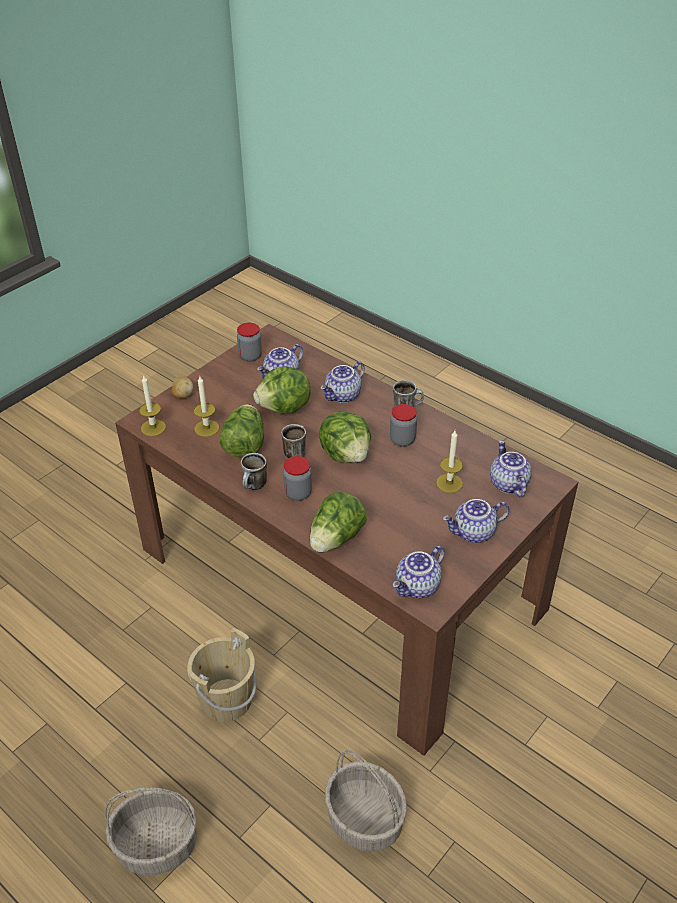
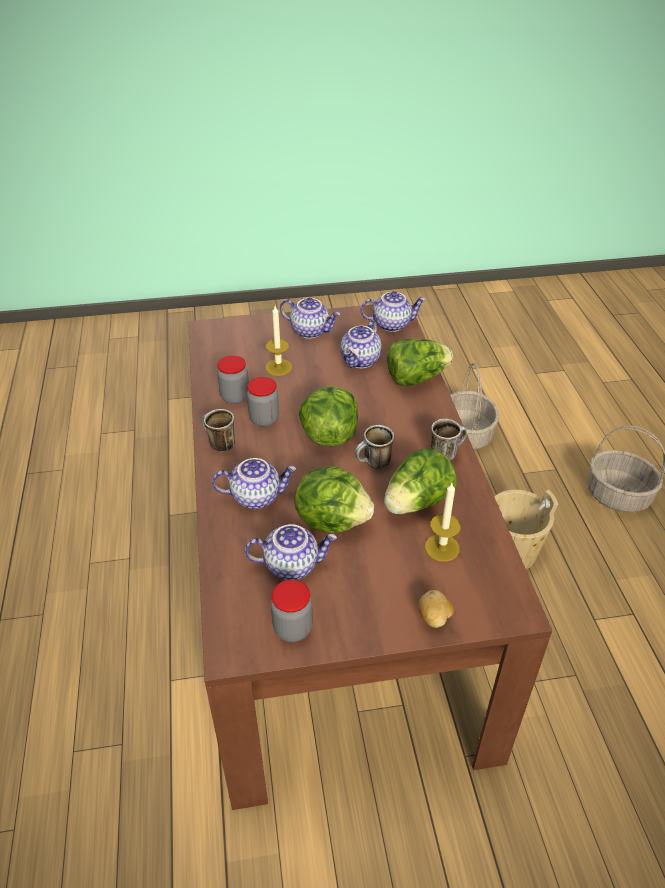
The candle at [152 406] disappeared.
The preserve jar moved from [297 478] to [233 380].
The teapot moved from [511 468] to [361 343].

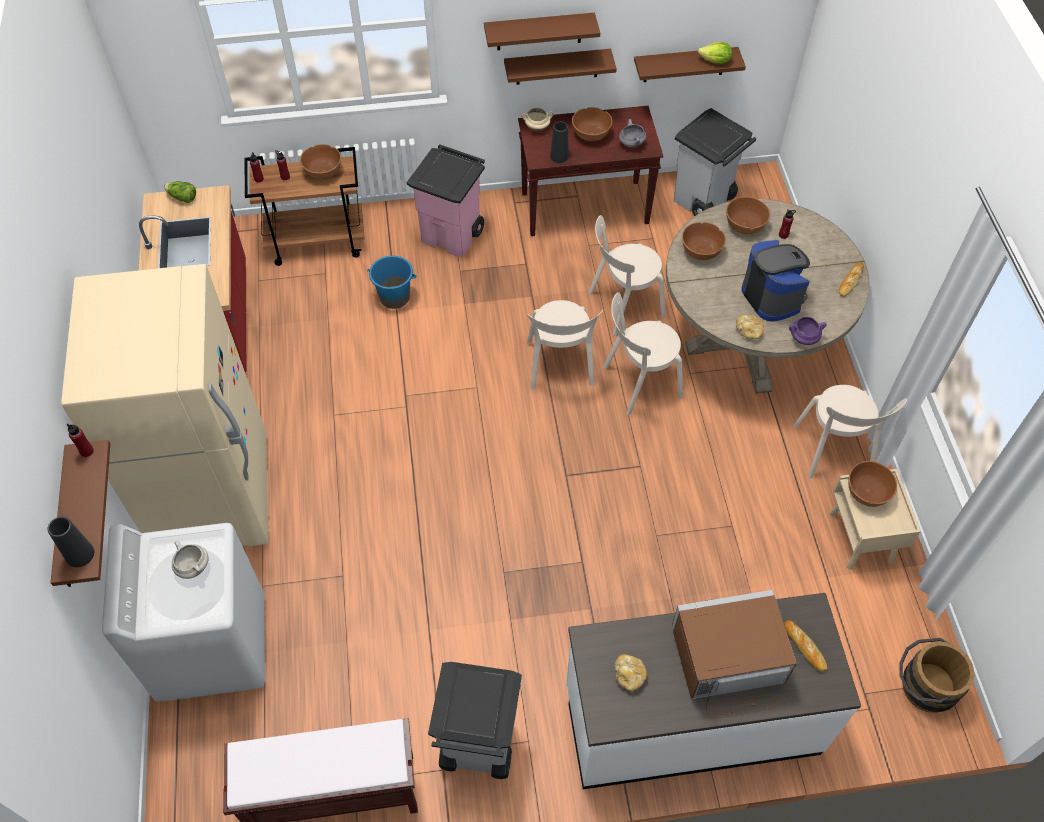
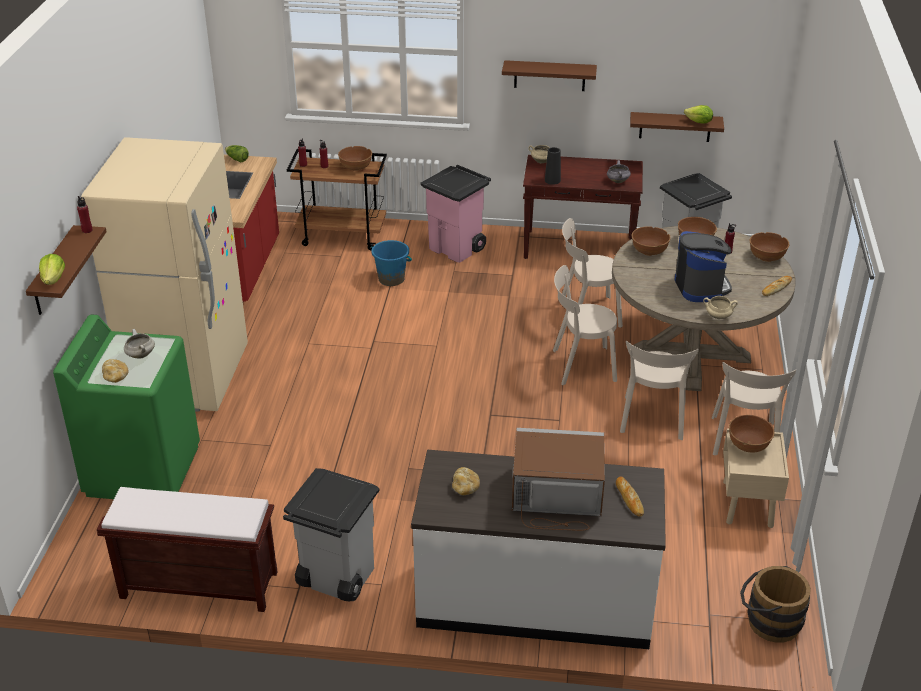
The blackish decorative vase at [71 542] was replaced by the lettuce at [52 269].
The white-coloured washing machine at [183 612] became the green washing machine at [126 407].
The brown-coloured wall shelf at [560 67] disappeared.
The sand-coloured plain chair moved from [565 345] to [659 390].
The brown-coloured bowl moved from [592 124] to [769 247].
The baked bread moved from [750 327] to [115 371].
The purple saucepot at [808 331] became the sand-coloured saucepot at [720 307].

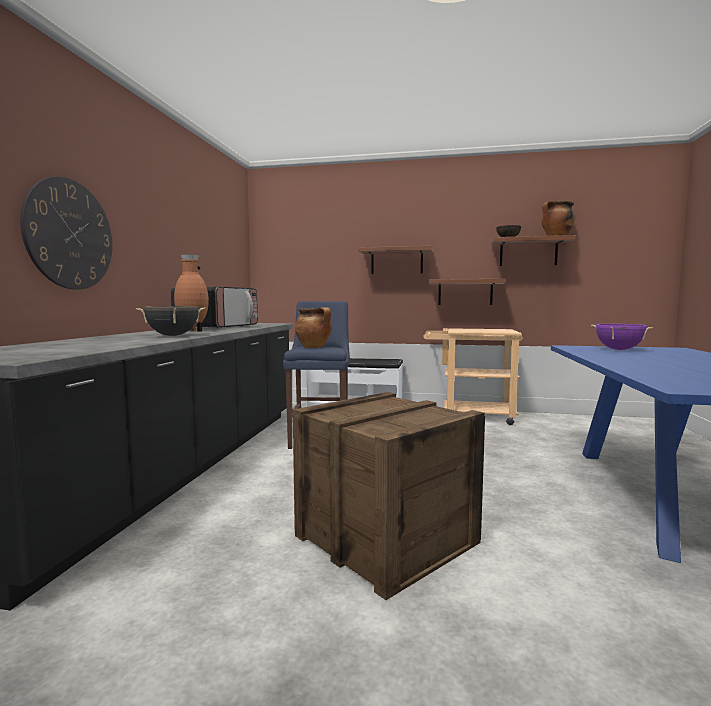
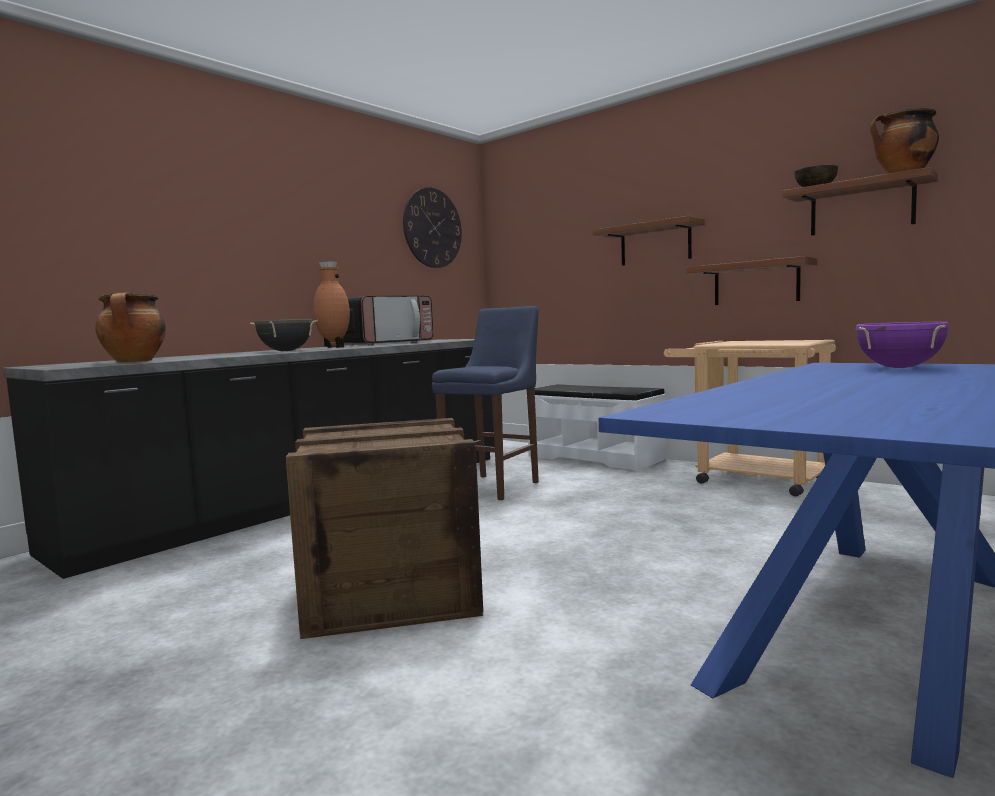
The hanging clock moved from [66 233] to [432 227].
The saucepot moved from [313 327] to [130 327].

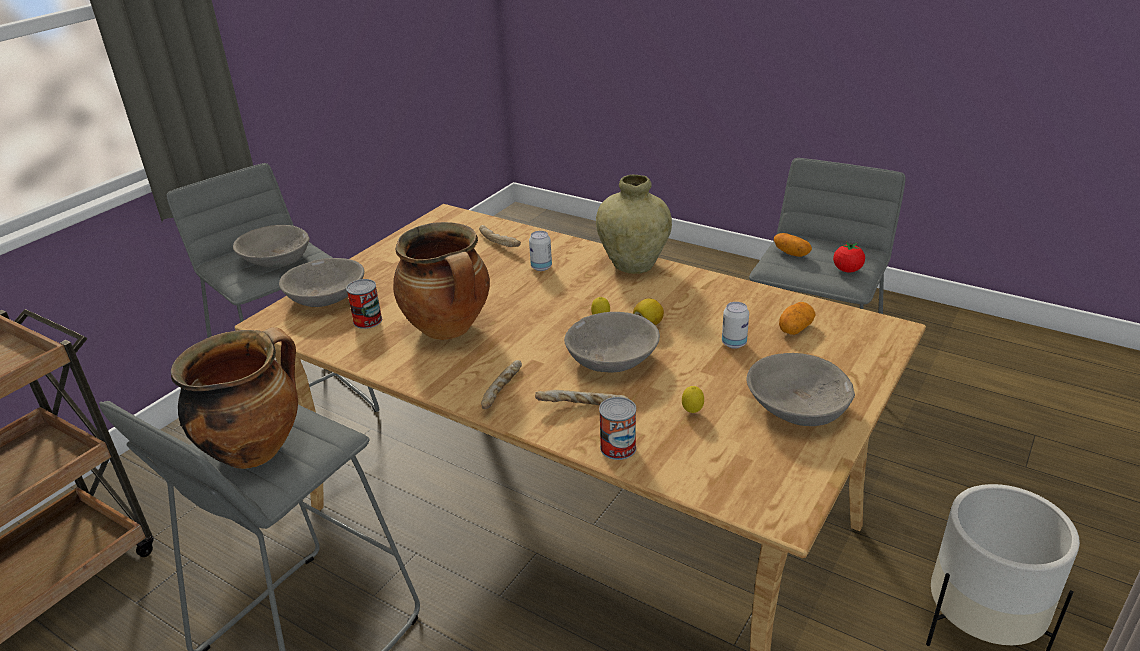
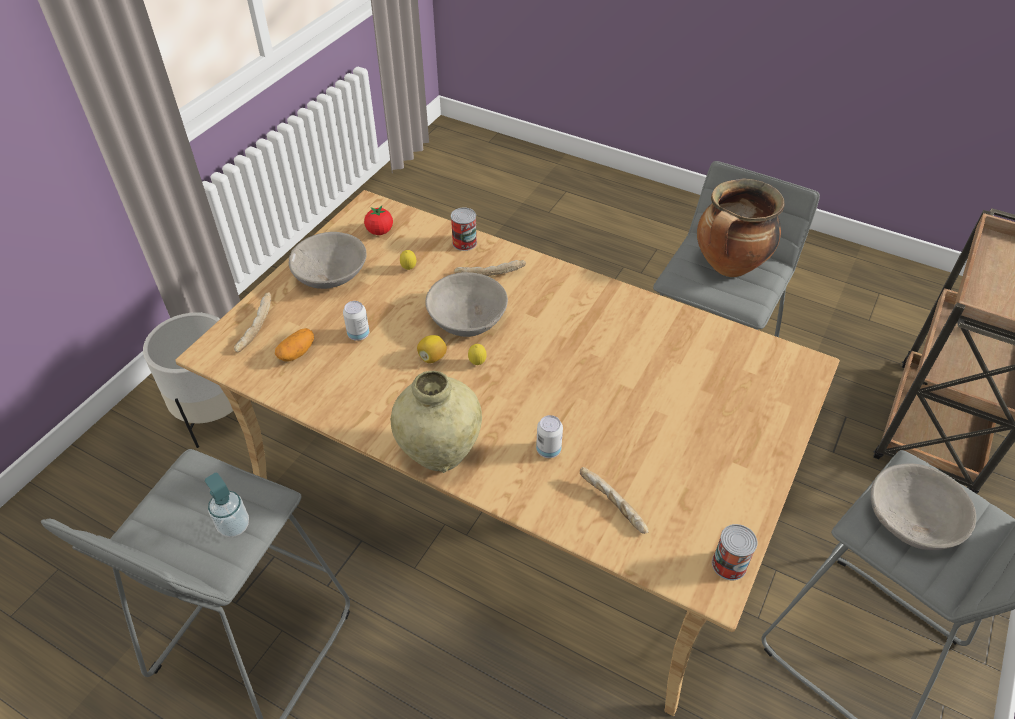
The greyish bowl at [321 282] disappeared.
The sealed can moved from [364 304] to [734 552].
The saucepot at [441 281] disappeared.
The baked bread moved from [501 384] to [252 322].
The potato at [793 245] was replaced by the liquid soap bottle at [227 504].
The whole tomato moved from [849 257] to [378 220].

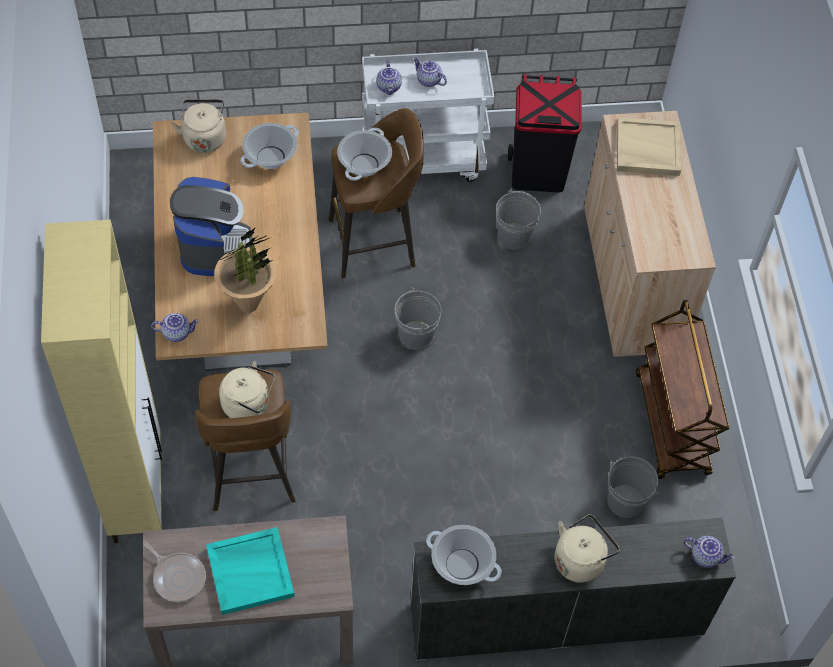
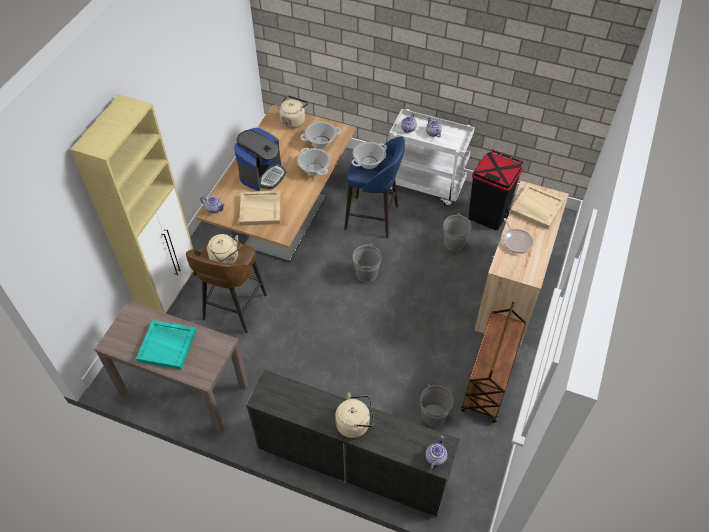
The skillet moved from [174 571] to [518 235].
The houseplant at [245 270] was replaced by the sand-coloured carrying tray at [260 208].
The brown-coloured sitting stool at [376 193] became the blue sitting stool at [374 187].
The saucepot moved from [464 555] to [314 162].
The teapot at [709 552] turned 120 degrees counterclockwise.

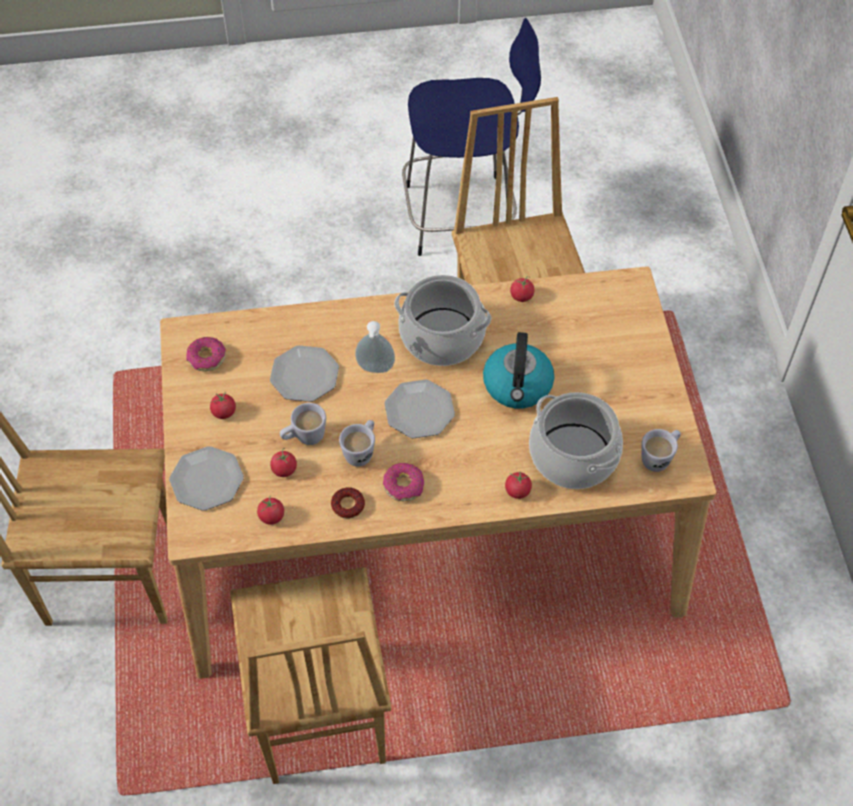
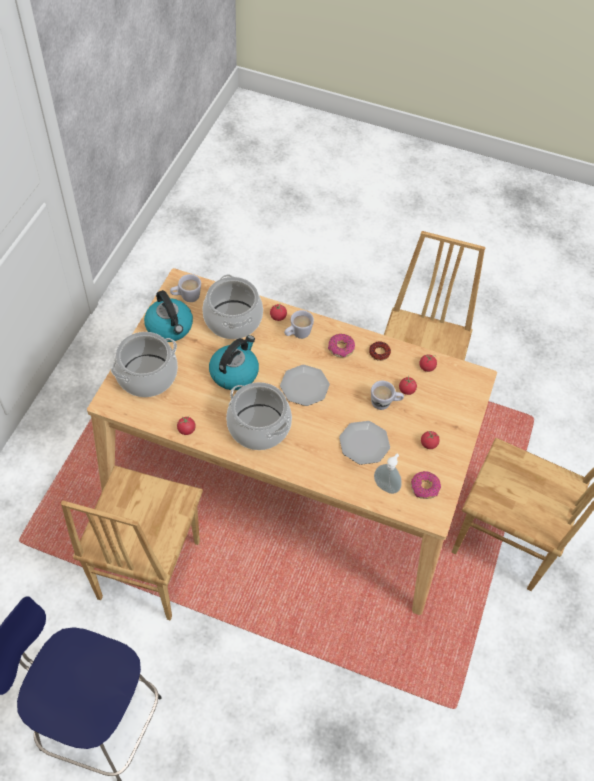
The plate at [206 478] disappeared.
The white-coloured mug moved from [357 443] to [299 324].
The liquid soap bottle moved from [375 347] to [388 474].
The saucepot at [144 364] appeared.
The kettle at [168 316] appeared.

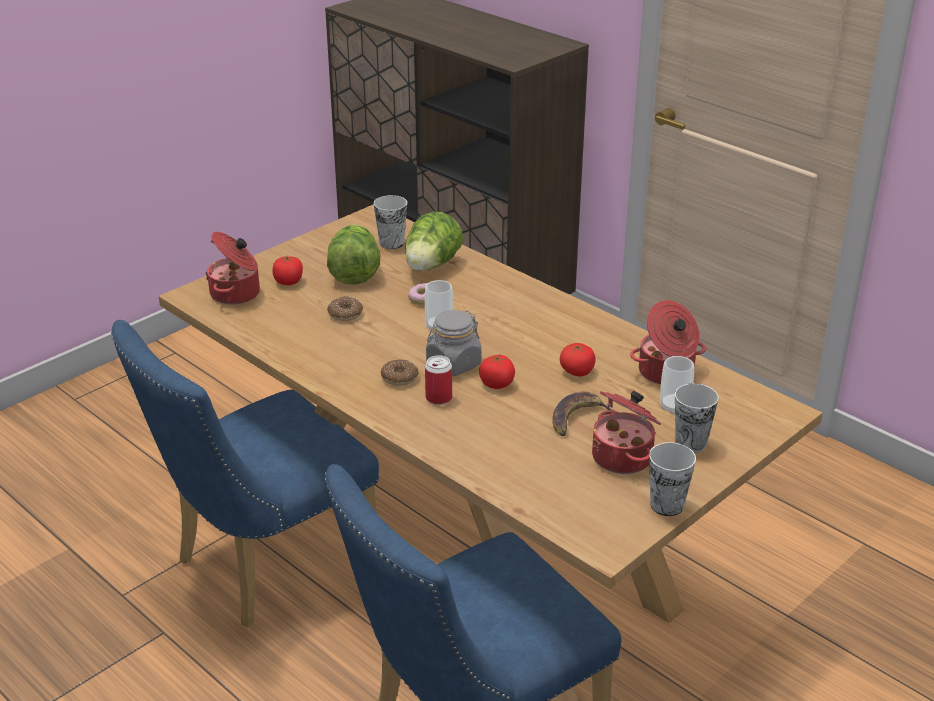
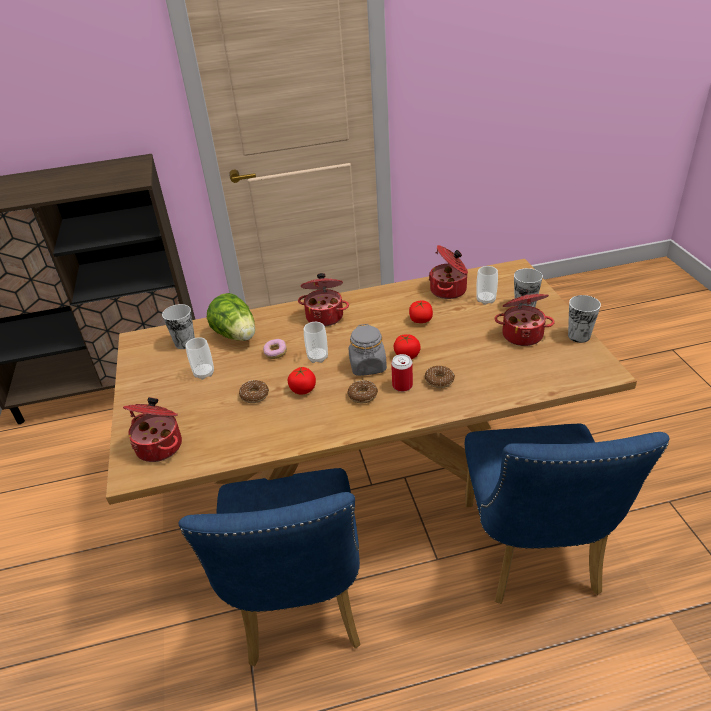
The whole tomato moved from [287 270] to [302 380].
The lettuce at [353 255] was replaced by the small cup at [199 358].
The banana fruit at [583 414] disappeared.
The saucepot at [323 299] appeared.
The donut at [440 377] appeared.

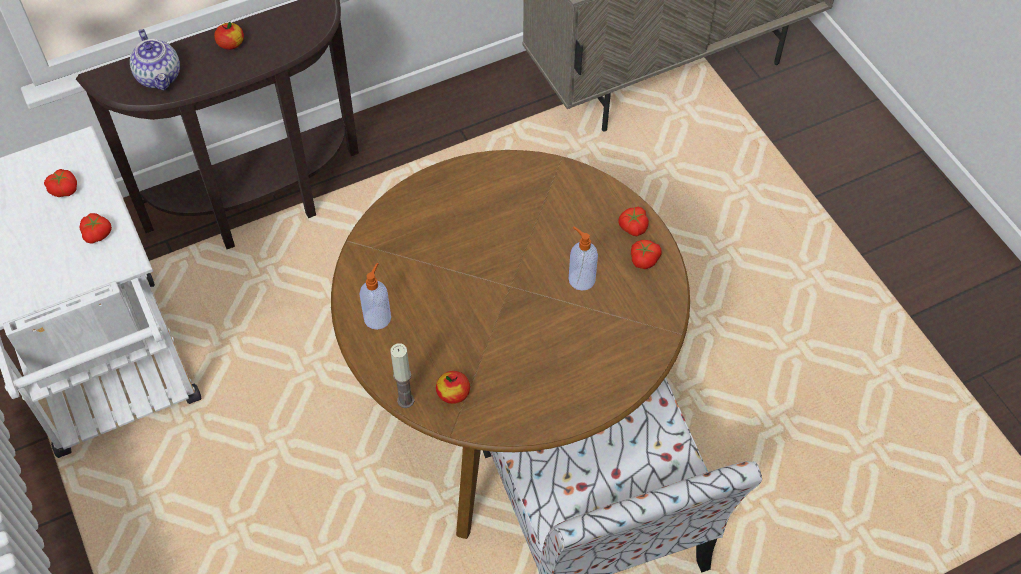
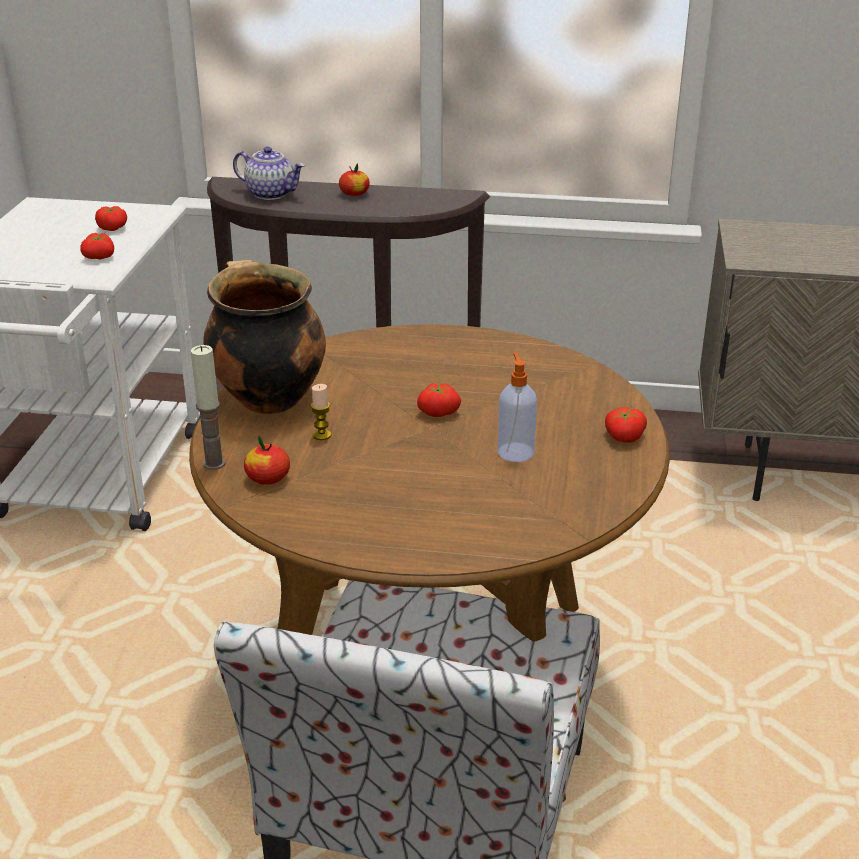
The teapot at [155 59] turned 75 degrees counterclockwise.
The liquid soap bottle at [375 296] was replaced by the saucepot at [264 337].
The whole tomato moved from [646 254] to [439 400].
The candle at [321 412] appeared.

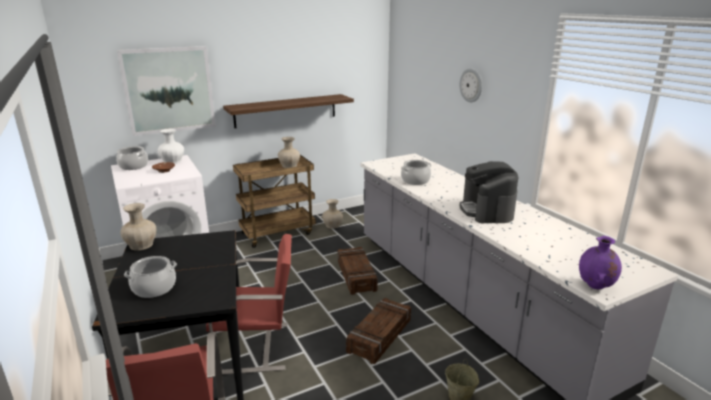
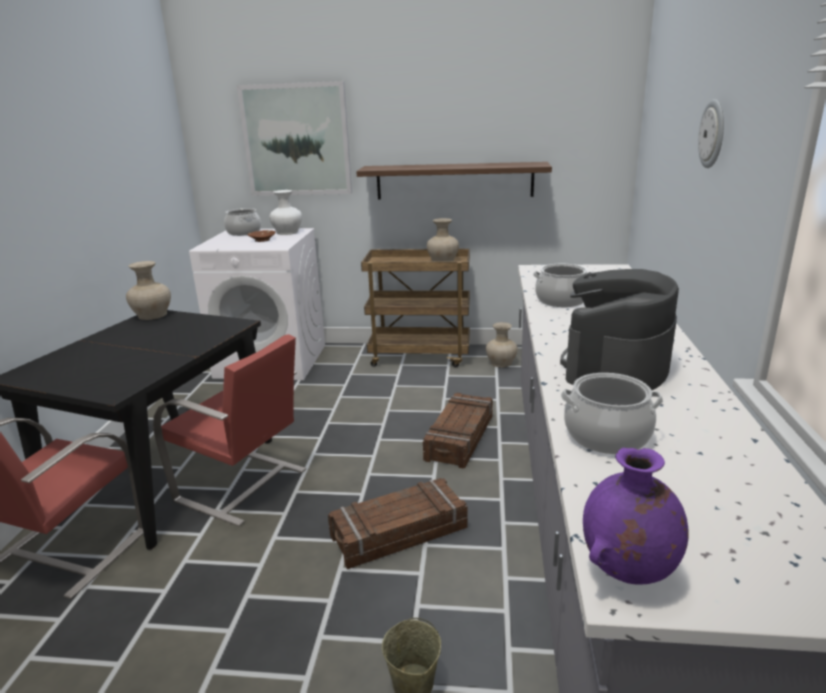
The saucepot moved from [150 277] to [612 413].

